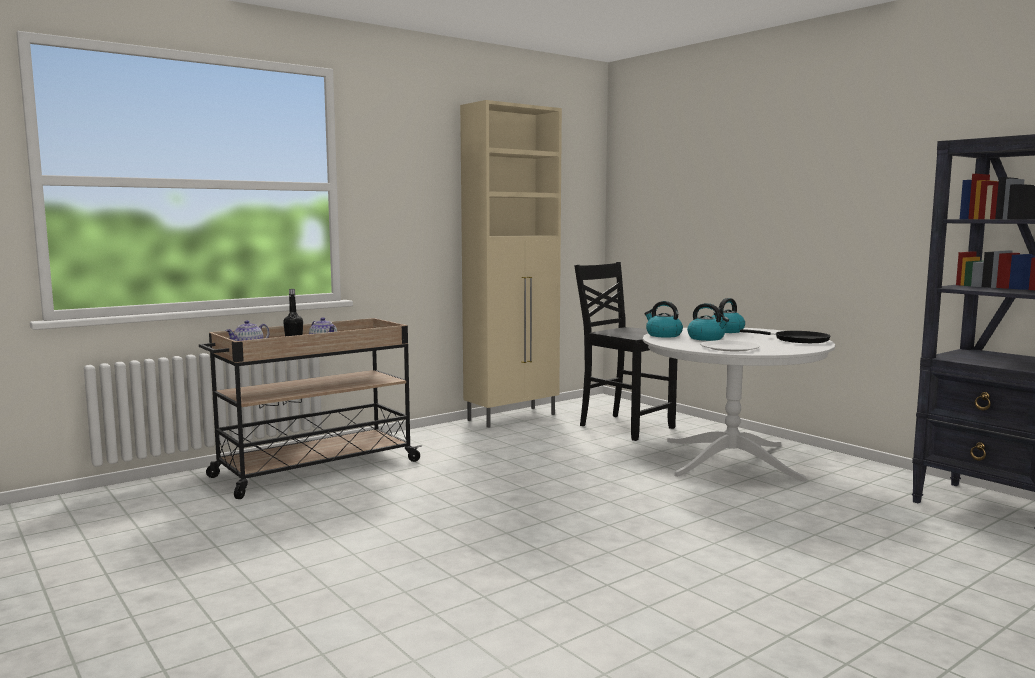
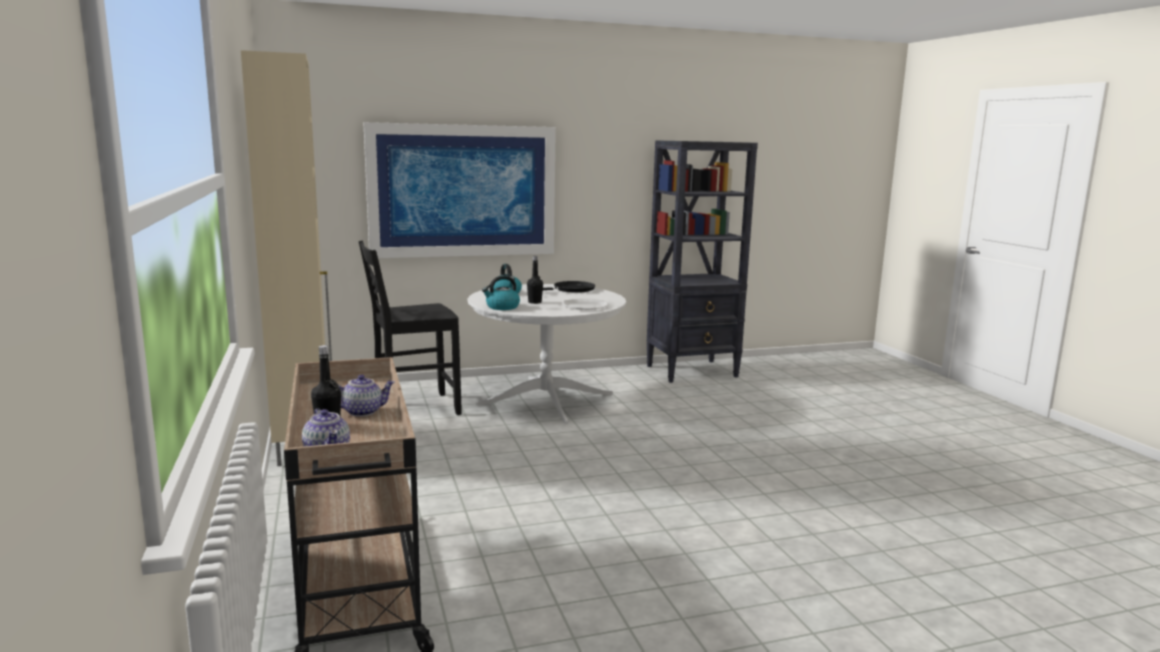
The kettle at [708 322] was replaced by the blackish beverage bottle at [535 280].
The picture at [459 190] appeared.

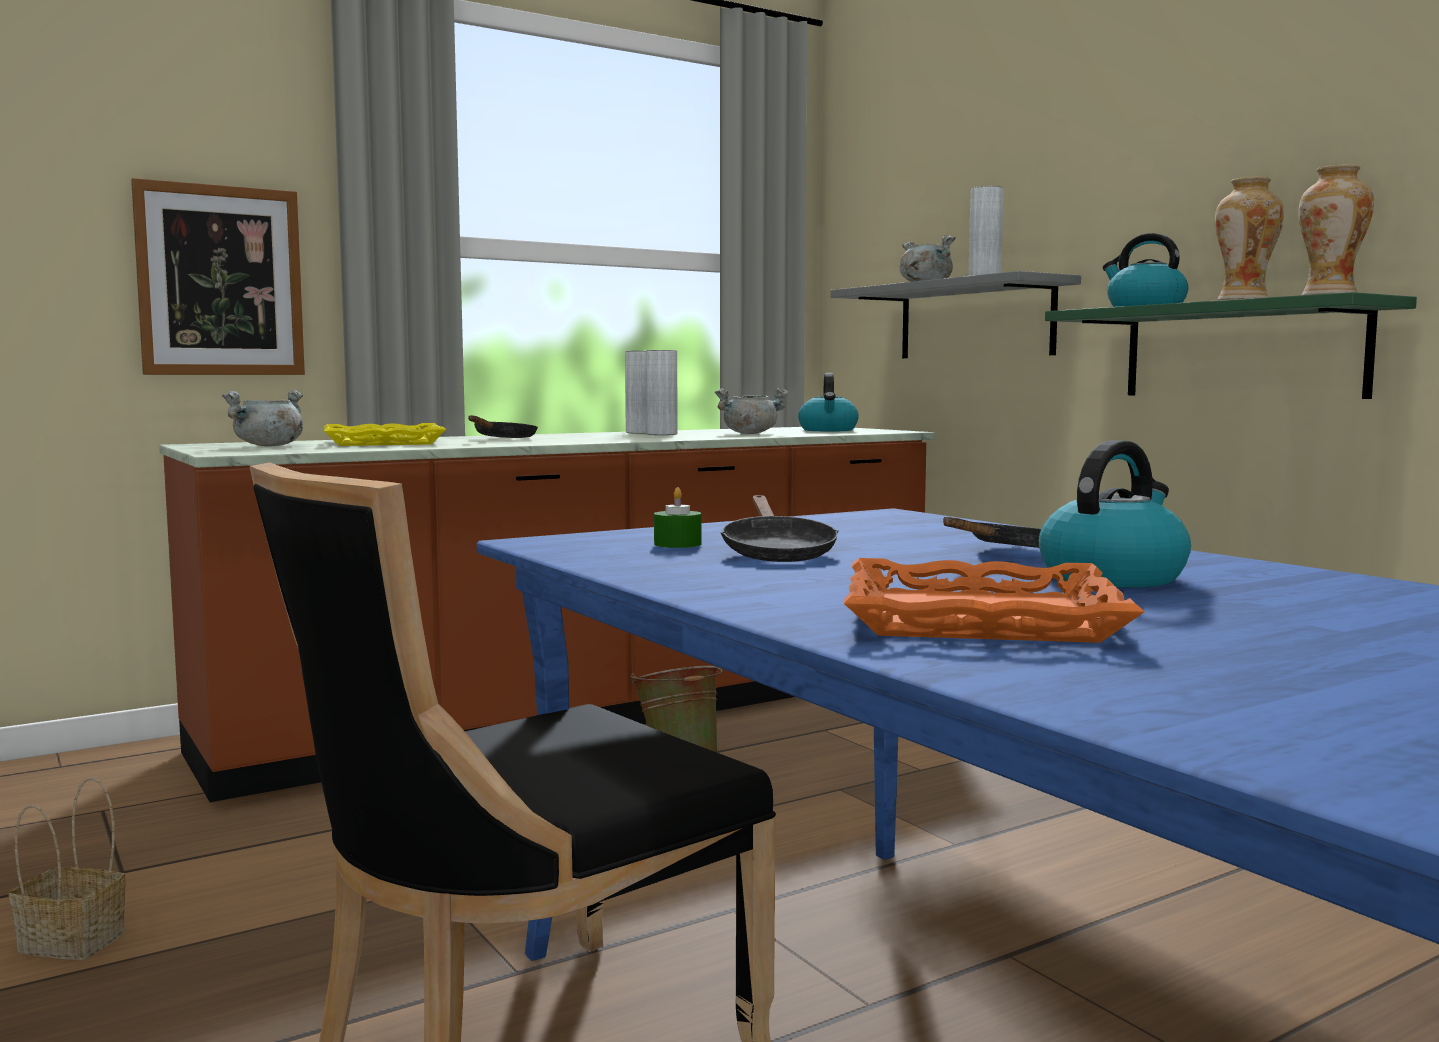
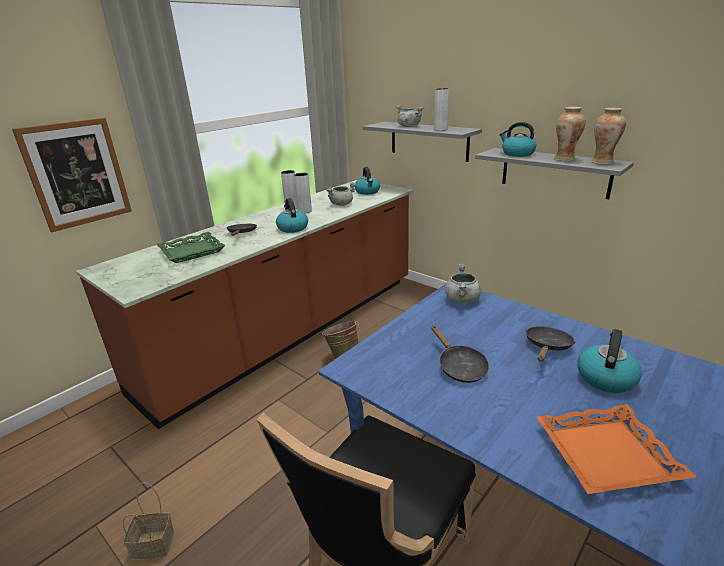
The greyish saucepot moved from [262 418] to [463 283].
The yellowish carrying tray at [385 434] became the green carrying tray at [191 247].
The green candle at [678 517] disappeared.
The green wall shelf at [1231 345] became the greyish wall shelf at [554 173].
The kettle at [292 215] appeared.

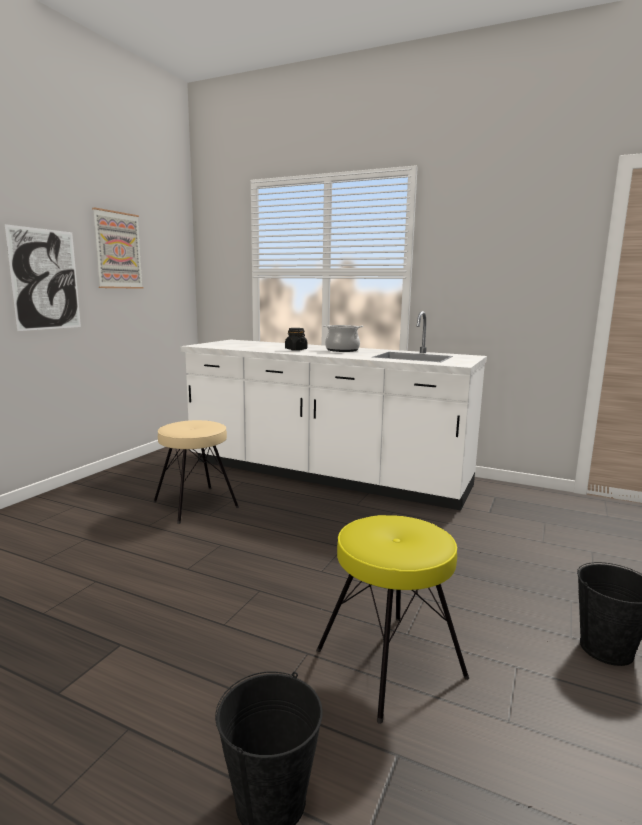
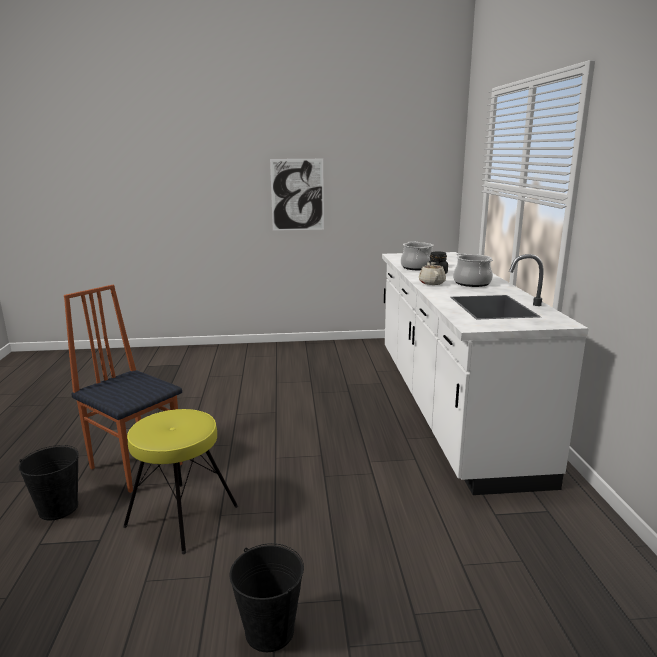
The picture at [117 248] disappeared.
The sand-coloured sitting stool at [196 472] disappeared.
The plain chair at [123 389] appeared.
The saucepot at [417 255] appeared.
The sand-coloured teapot at [432 273] appeared.

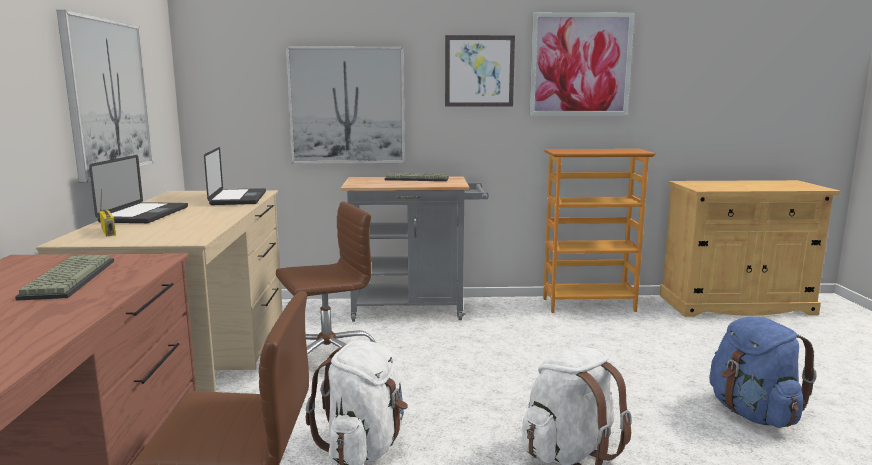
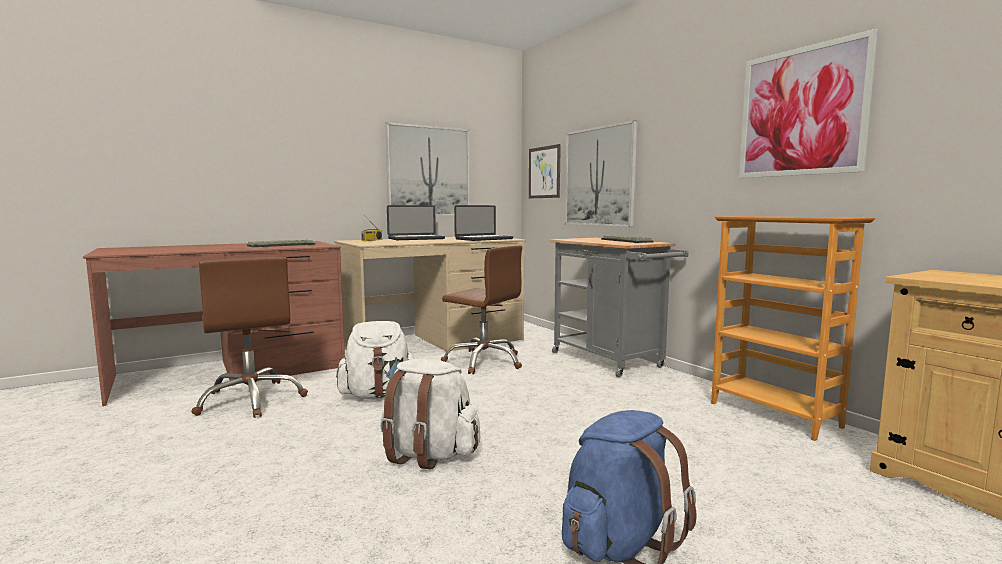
The picture moved from [480 70] to [545 171].

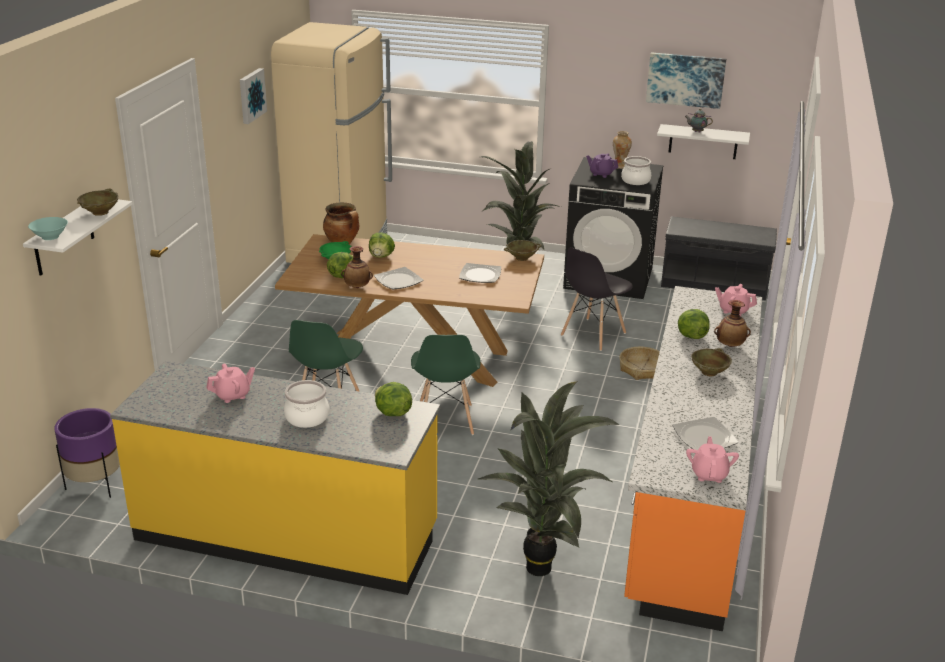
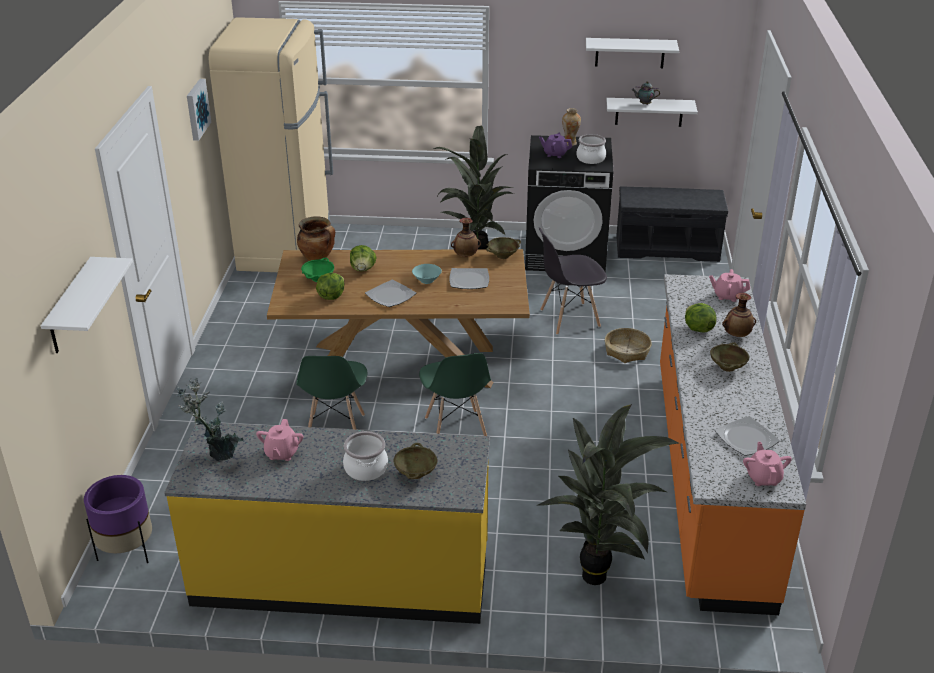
The turquoise bowl moved from [48 228] to [427 274].
The sand-coloured bowl moved from [97 202] to [415 461].
The pink teapot at [230 383] turned 135 degrees clockwise.
The decorative vase moved from [357 267] to [466 237].
The lettuce at [393 399] disappeared.
The greyish plain chair at [597 299] turned 45 degrees clockwise.
The picture at [686 80] was replaced by the white-coloured wall shelf at [632 53].
The houseplant at [210 419] appeared.

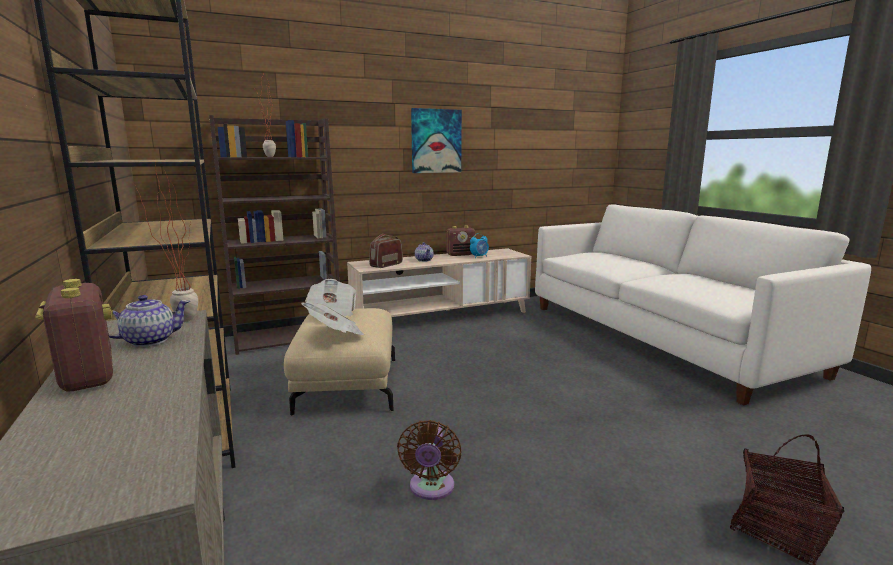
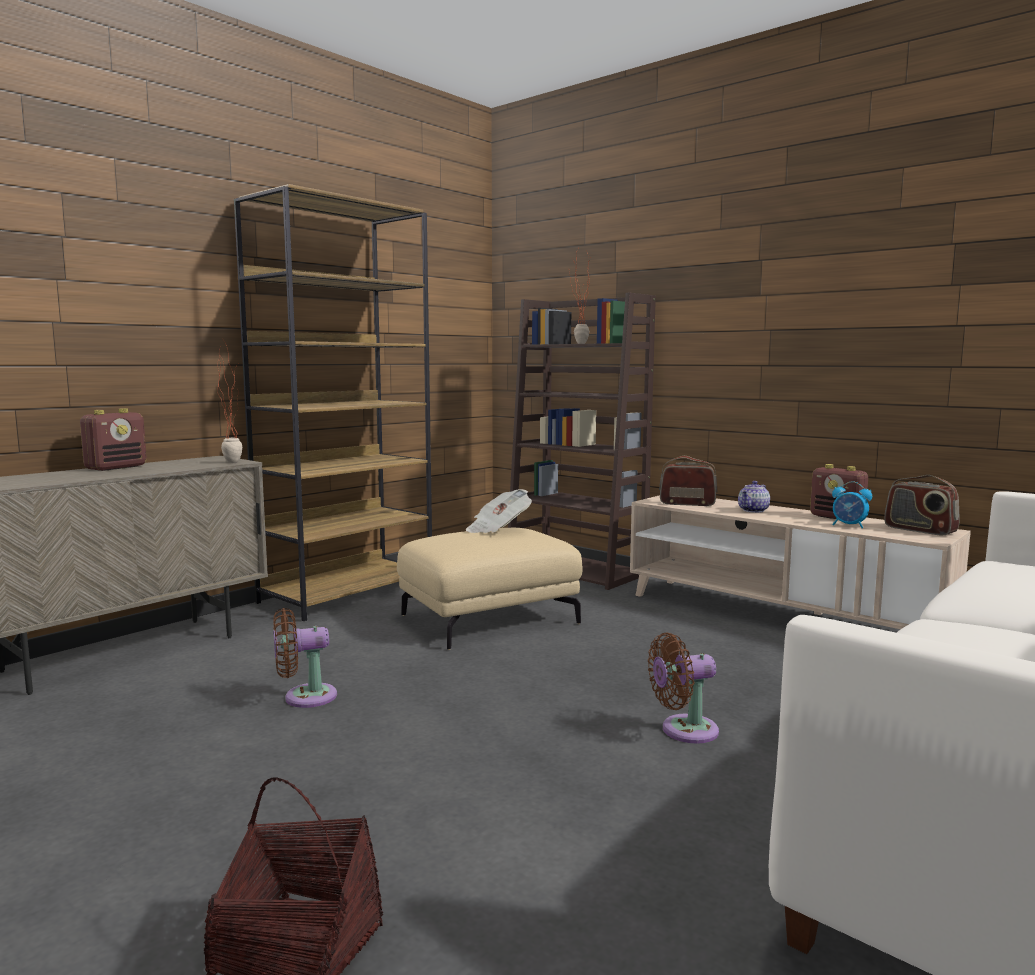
The teapot at [149 321] disappeared.
The newspaper at [332 319] disappeared.
The picture at [436 140] disappeared.
The brown-coloured cooling fan at [683 688] appeared.
The radio receiver at [922 505] appeared.

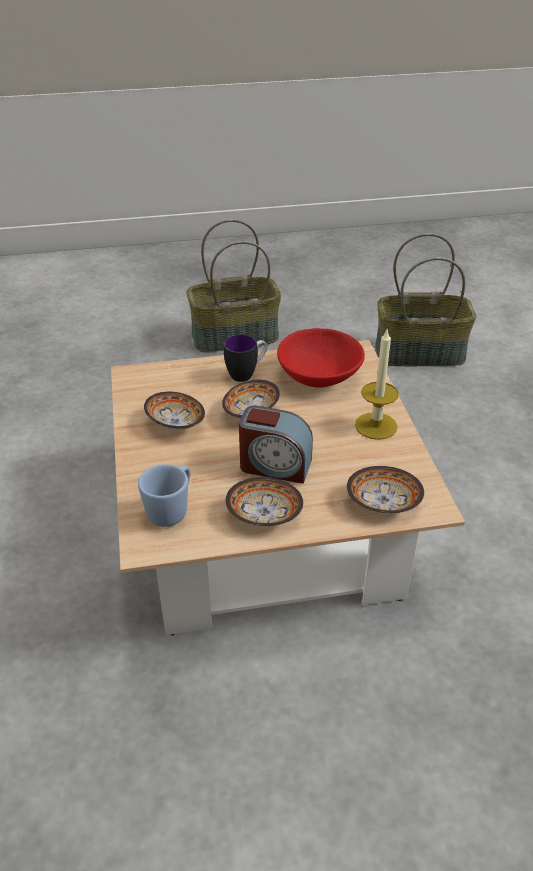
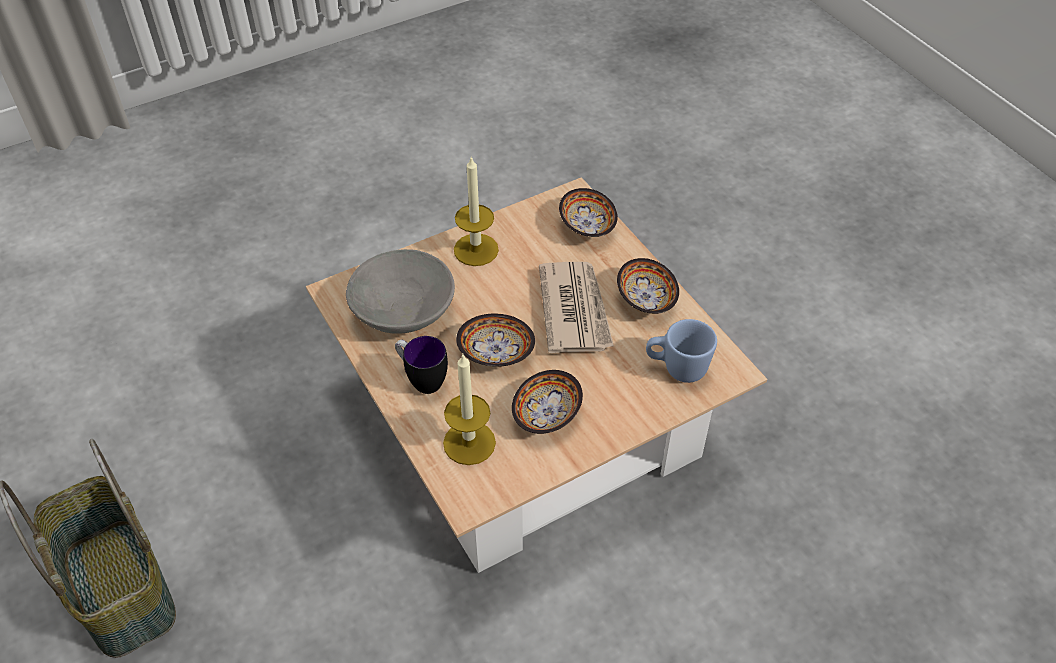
The bedside clock at [276 445] was replaced by the newspaper at [576 307].
The red-coloured bowl at [321 358] became the greyish bowl at [400 291].
The basket at [425 299] disappeared.
The candle at [469 409] appeared.

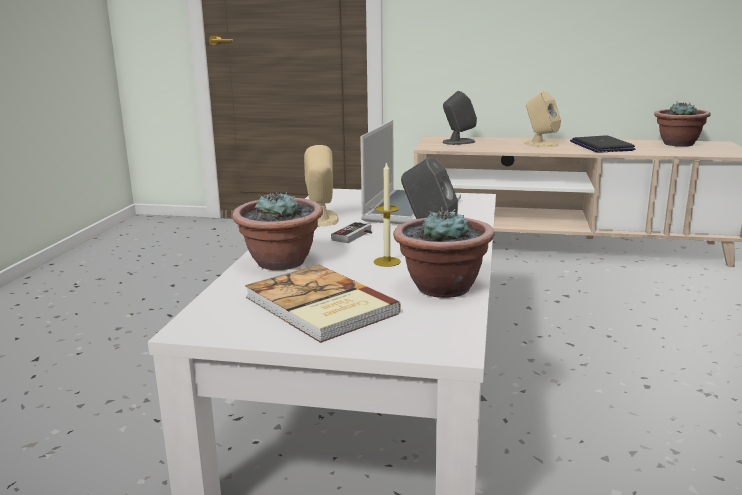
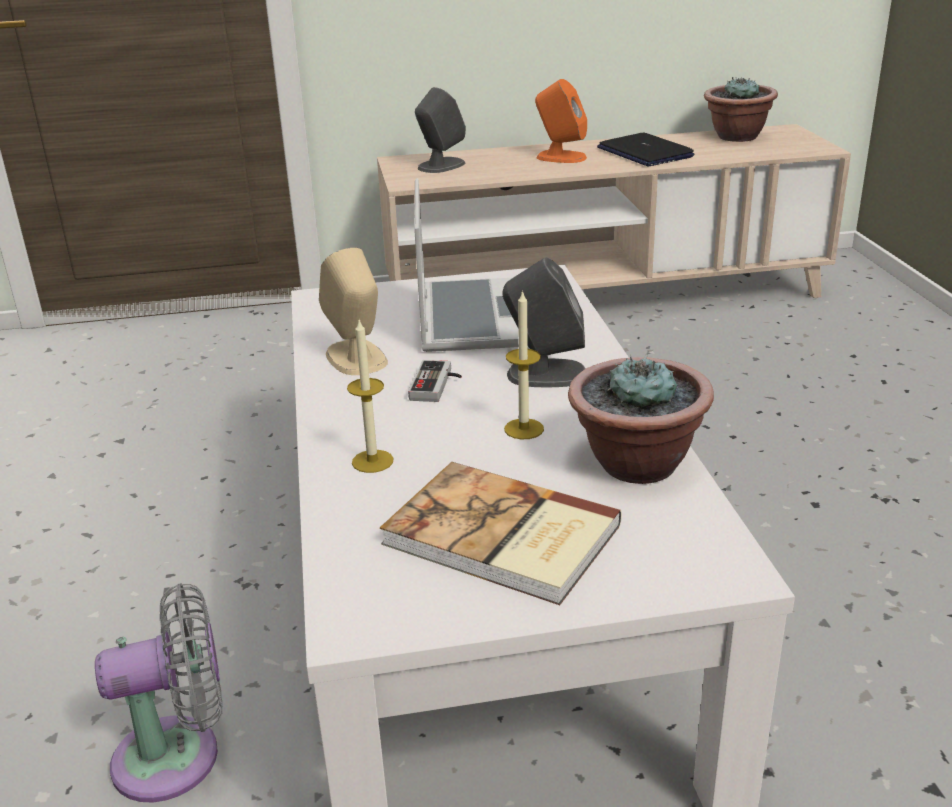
The houseplant at [277 230] was replaced by the candle at [370 396].
The sand-coloured speaker at [542 119] became the orangey speaker at [561 121].
The greyish cooling fan at [158 692] appeared.

